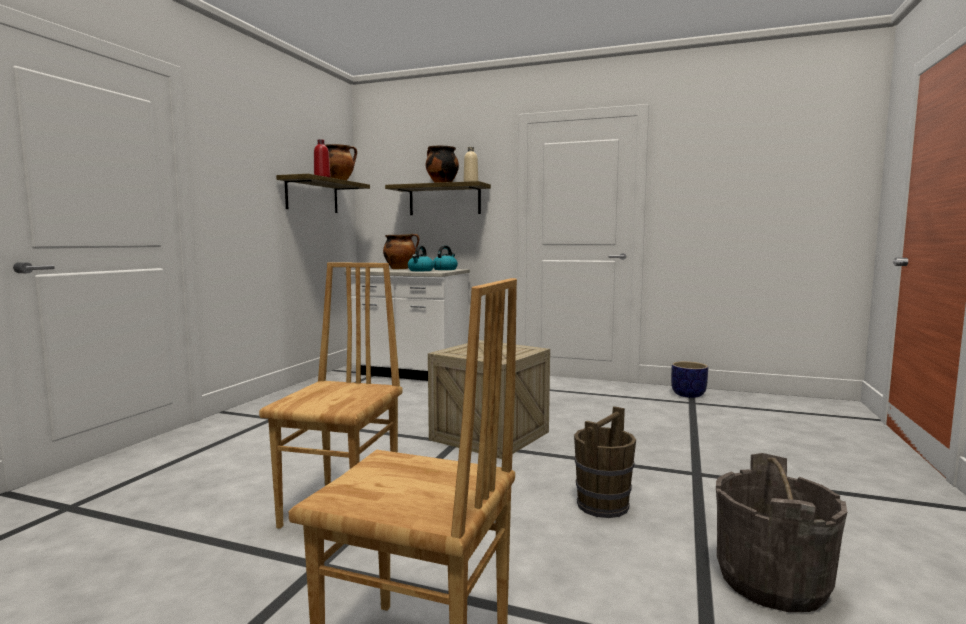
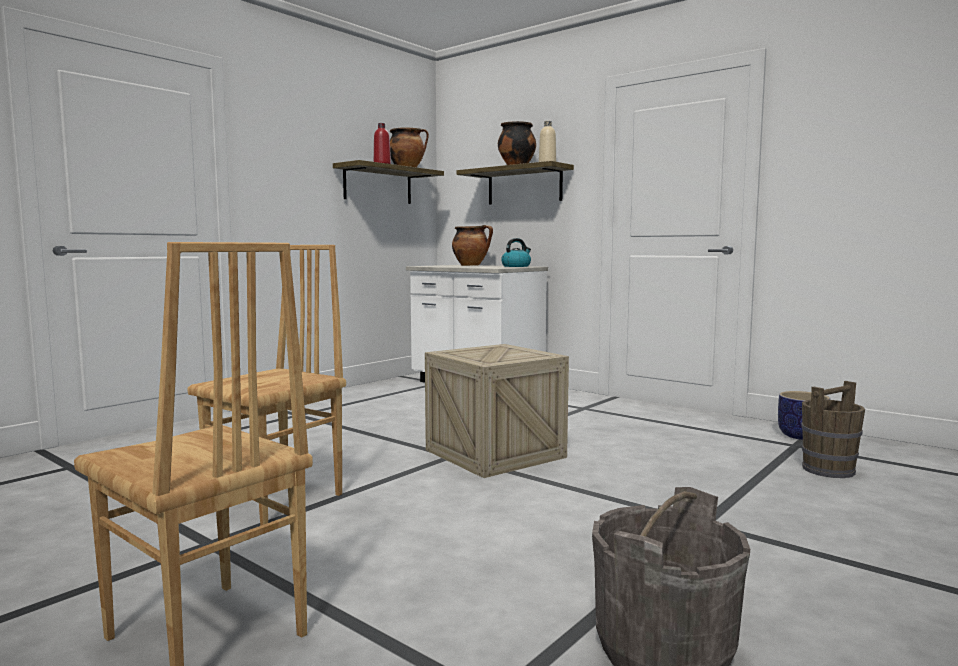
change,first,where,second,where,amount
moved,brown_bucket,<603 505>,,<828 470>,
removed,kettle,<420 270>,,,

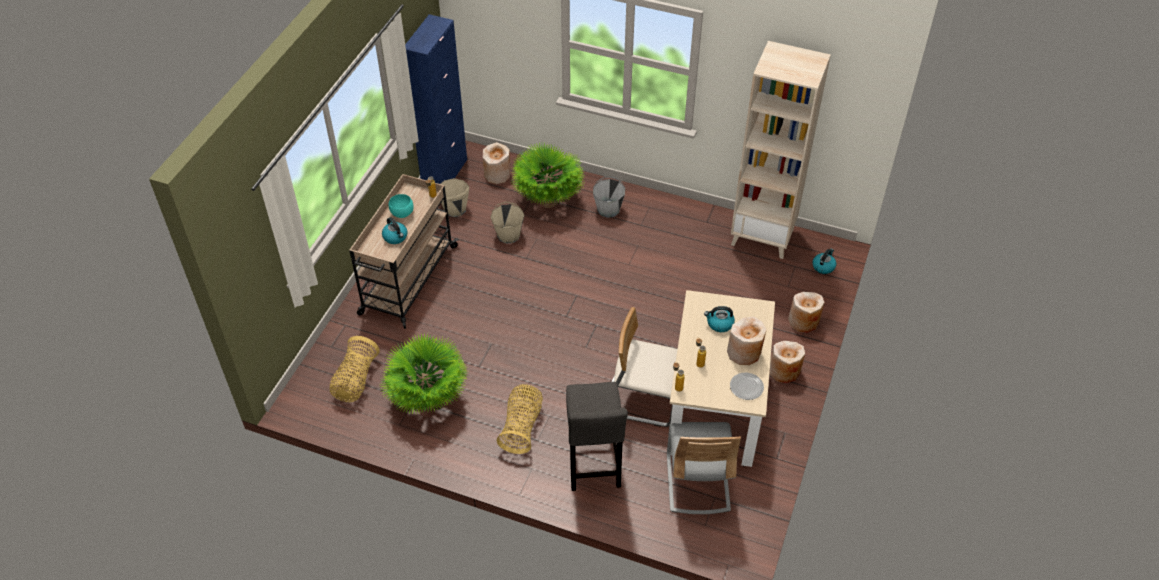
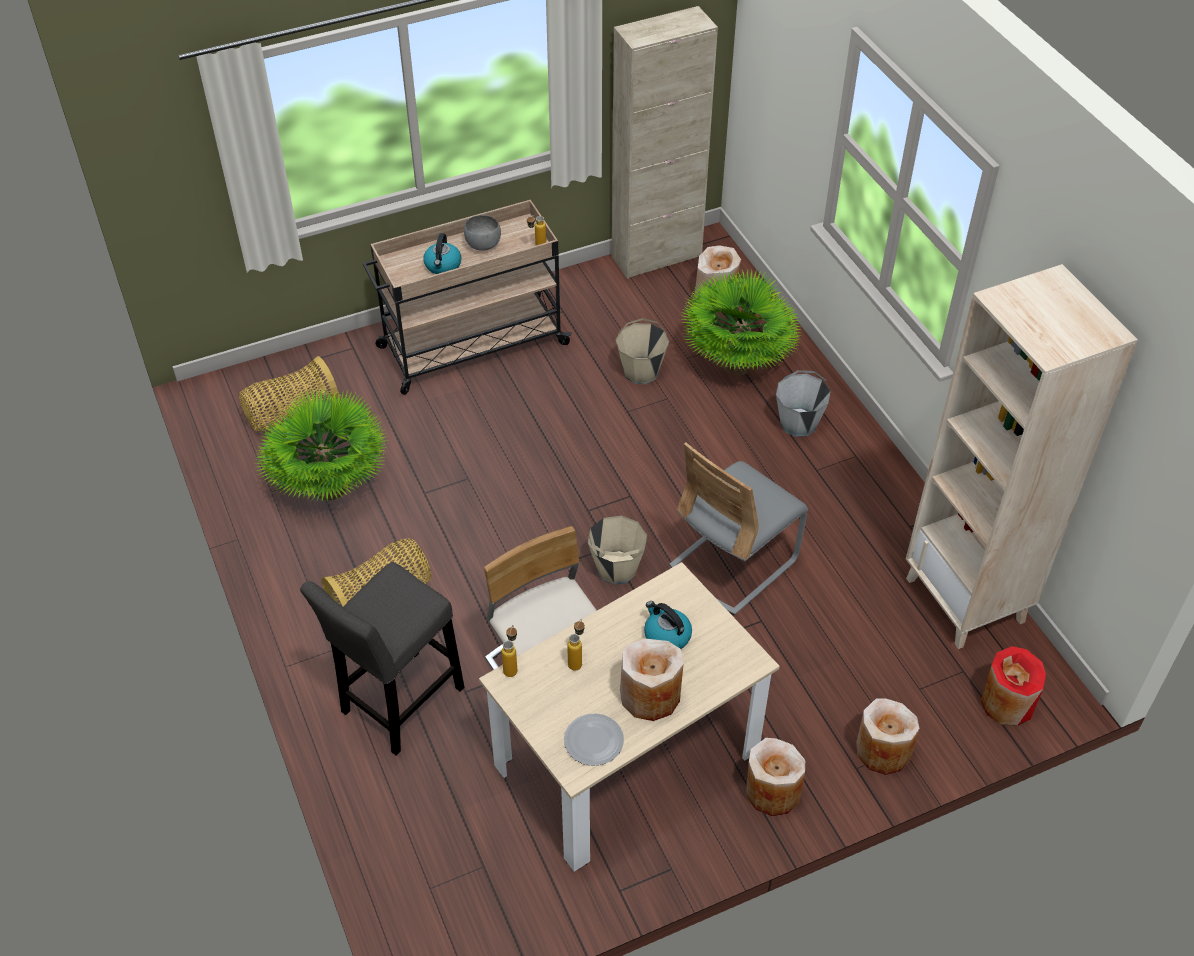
change,first,where,second,where,amount
recoloured,turquoise_bowl,<401 213>,grey_bowl,<482 245>,
moved,beige_bucket,<455 209>,,<616 569>,
recoloured,blue_cabinet,<445 174>,beige_cabinet,<656 256>,
moved,grey_chair,<697 482>,,<733 563>,
replaced,kettle,<823 266>,red_vase,<1006 703>,

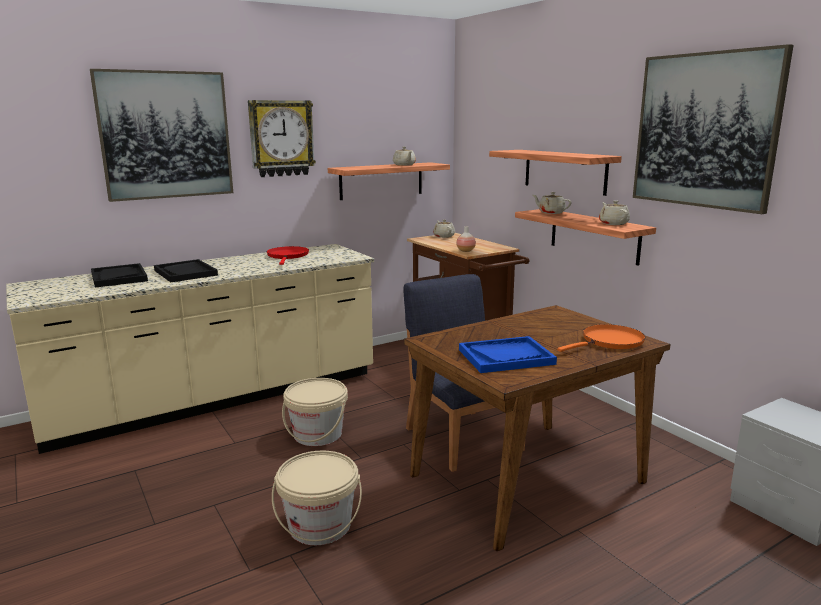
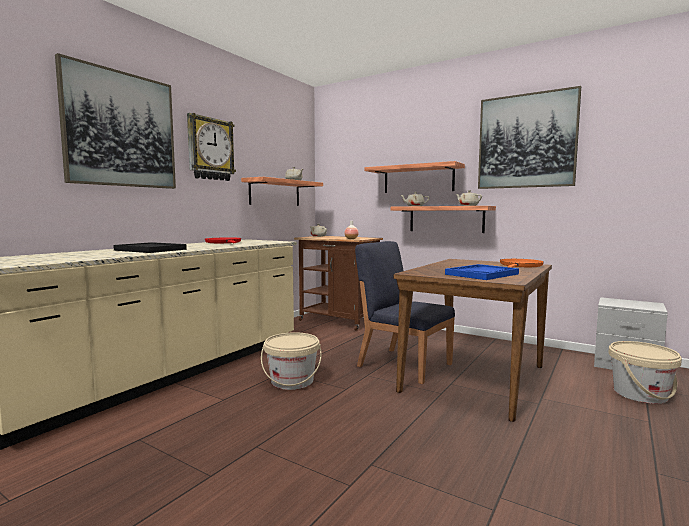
change,first,where,second,where,amount
moved,beige_bucket,<320 526>,,<640 394>,
removed,black_tray,<119 277>,,,

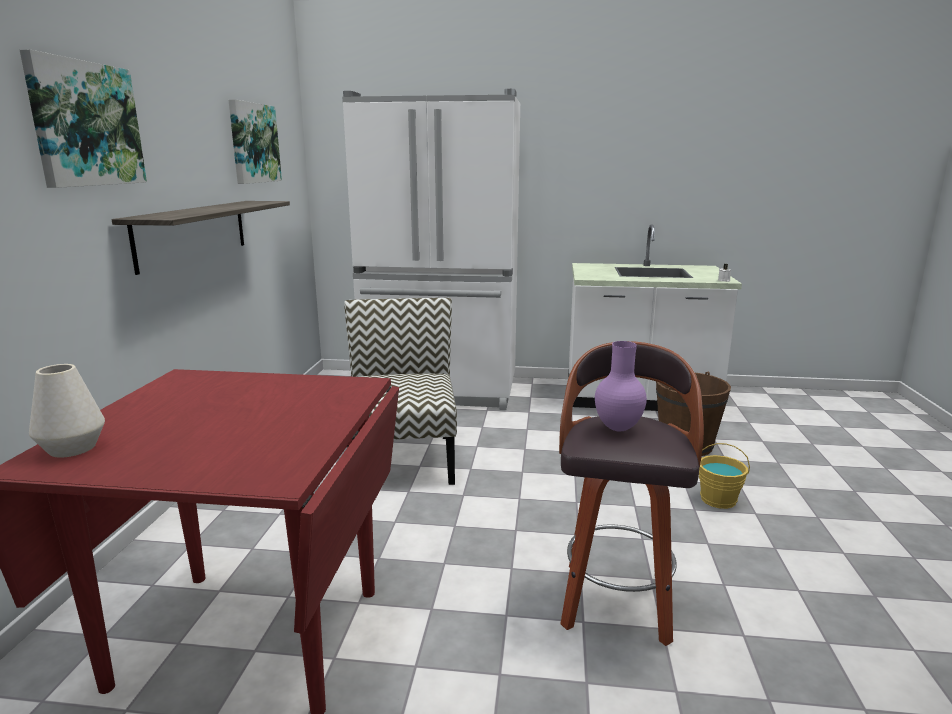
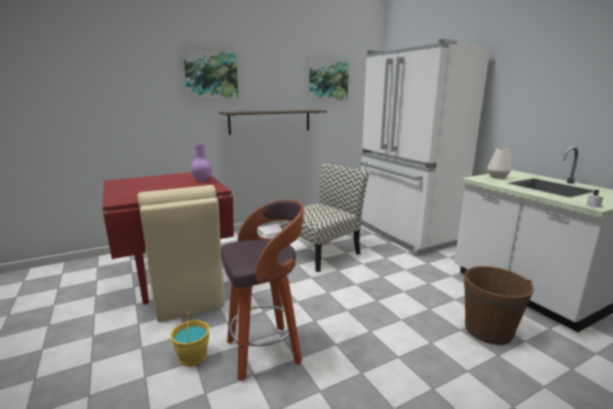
change,first,where,second,where,amount
added,,,beige_chair,<187 296>,
moved,yellow_bucket,<718 500>,,<192 357>,
moved,purple_vase,<616 428>,,<202 180>,
moved,white_vase,<73 448>,,<497 177>,

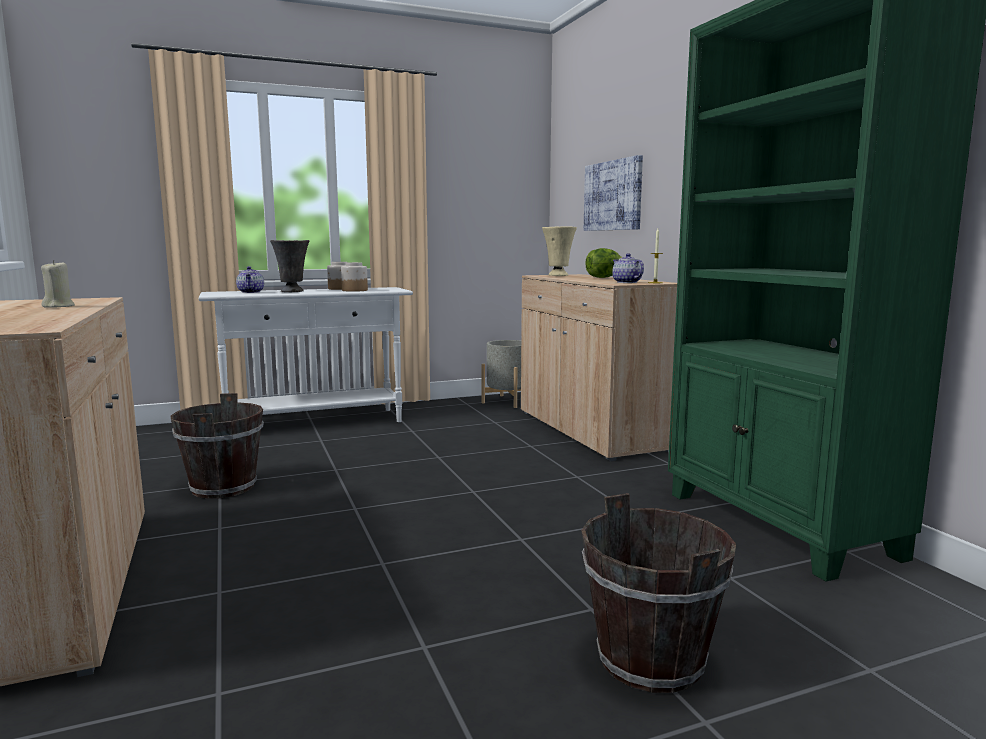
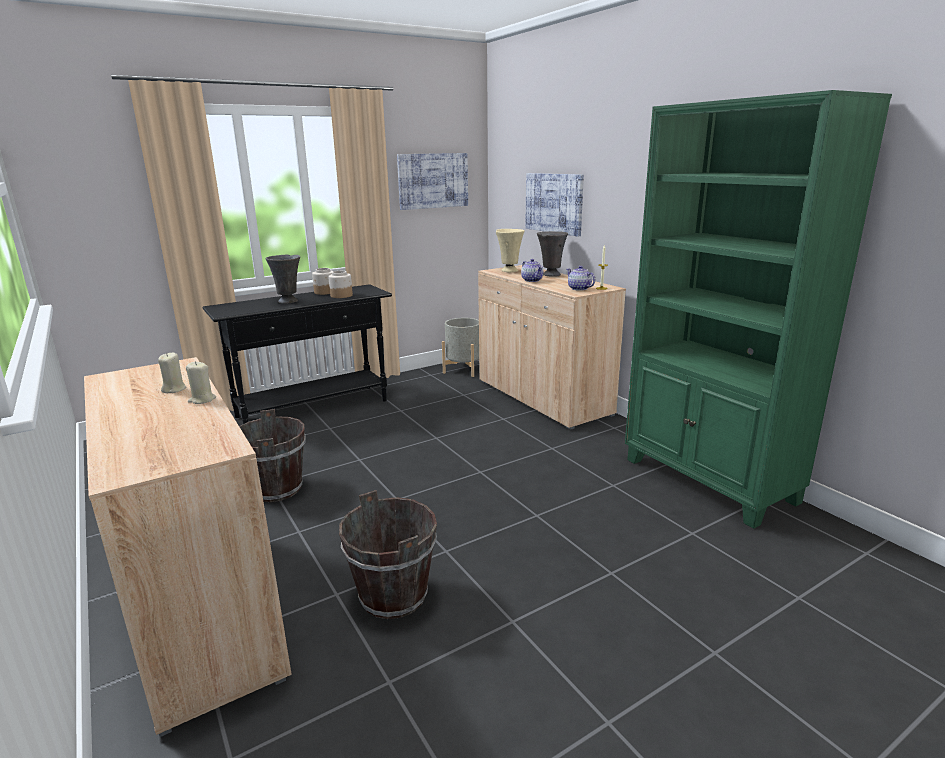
change,first,where,second,where,amount
added,,,beige_candle,<202 400>,
recoloured,white_console_table,<315 423>,black_console_table,<314 409>,
moved,brown_bucket,<651 660>,,<394 595>,
added,,,picture,<433 181>,
moved,teapot,<251 292>,,<532 280>,
replaced,lettuce,<604 277>,grey_vase,<550 275>,

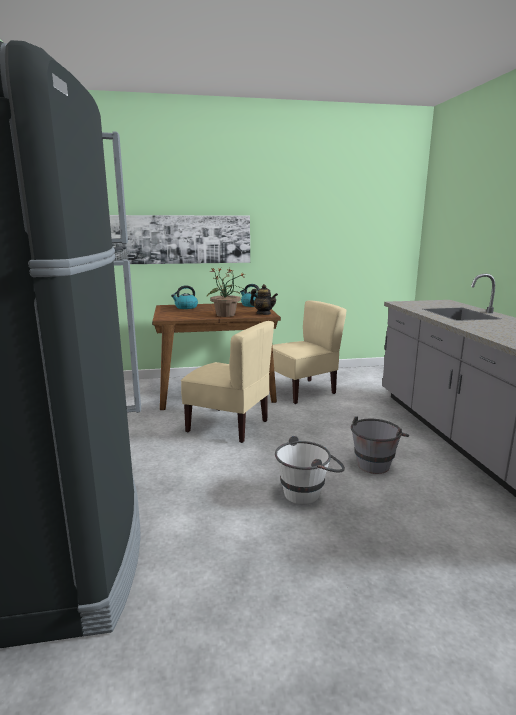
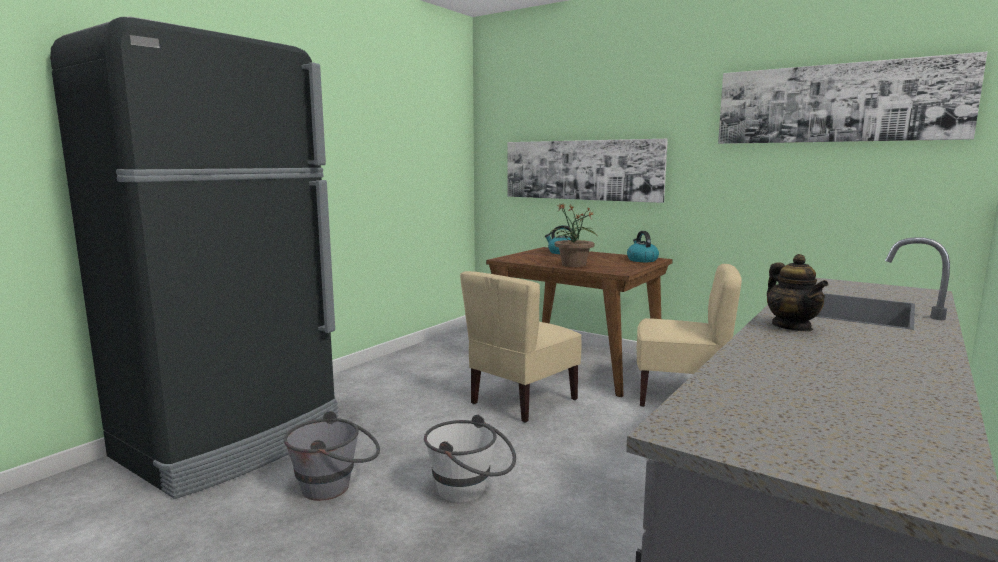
change,first,where,second,where,amount
moved,grey_bucket,<375 462>,,<336 486>,
turned,beige_chair,<228 426>,,<522 401>,60 degrees clockwise
added,,,picture,<837 103>,
moved,teapot,<263 314>,,<792 327>,

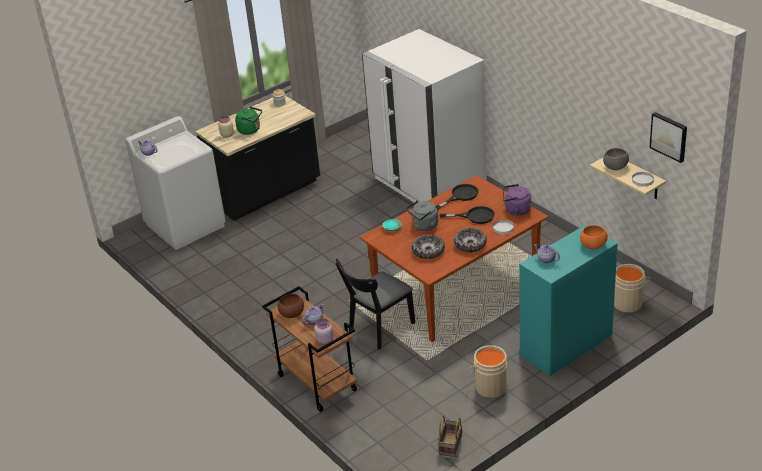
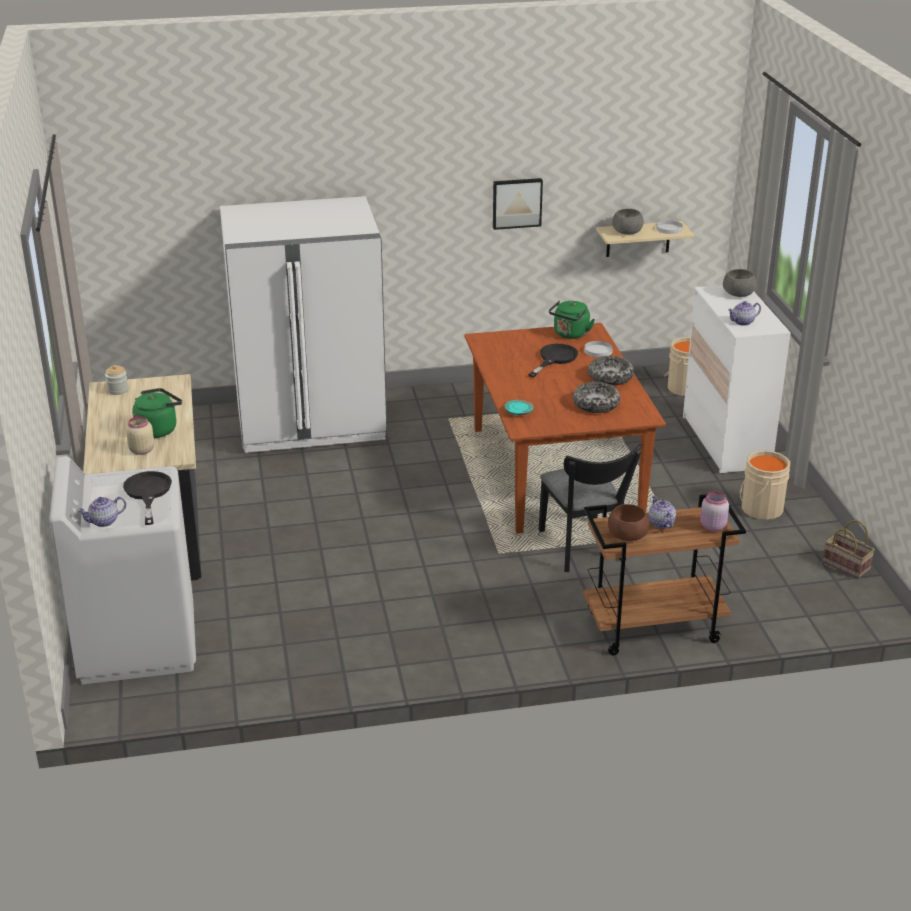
change,first,where,second,where,amount
moved,black_frying_pan,<460 196>,,<148 493>,
moved,picture,<669 136>,,<516 203>,
recoloured,purple_kettle,<516 210>,green_kettle,<570 334>,
recoloured,turquoise_dresser,<566 345>,white_dresser,<725 442>,
recoloured,orange_bowl,<593 244>,grey_bowl,<738 293>,
removed,grey_kettle,<423 226>,,,

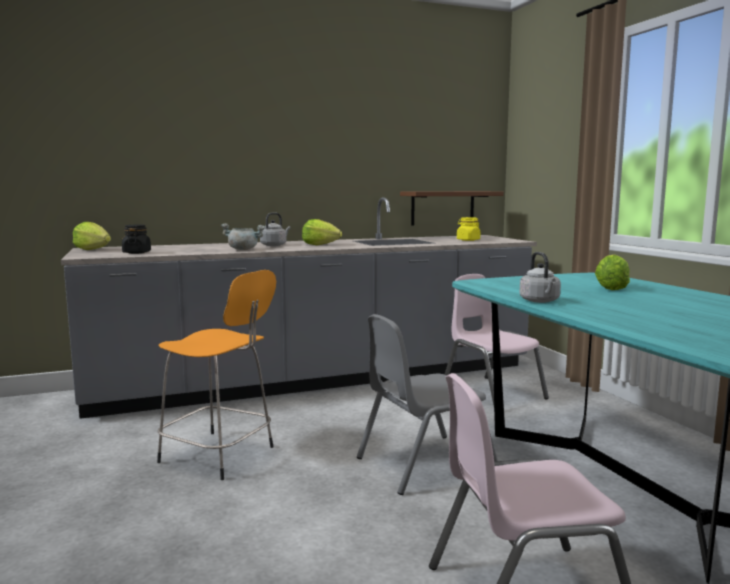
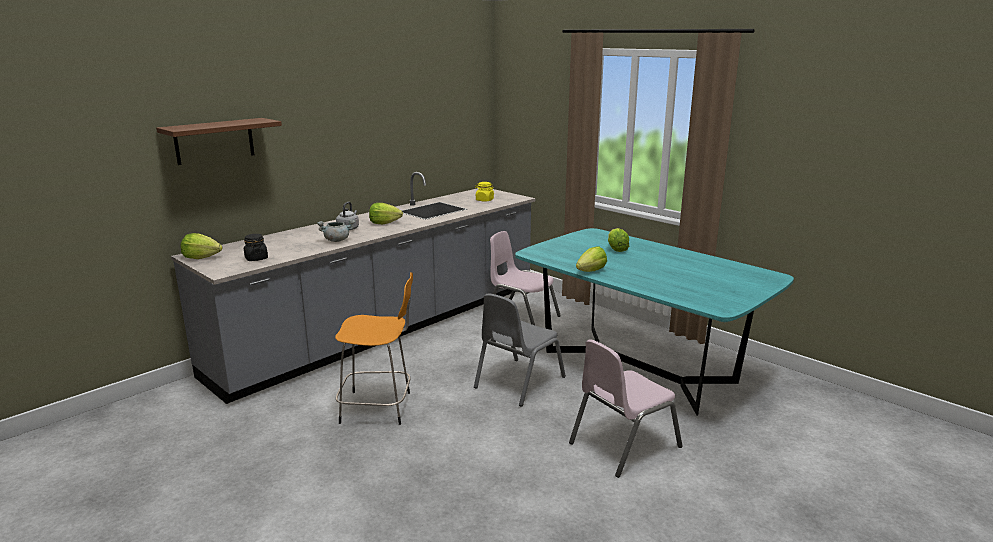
change,first,where,second,where,amount
moved,brown_shelf,<442 208>,,<214 141>,
replaced,grey_kettle,<540 301>,lettuce,<591 271>,

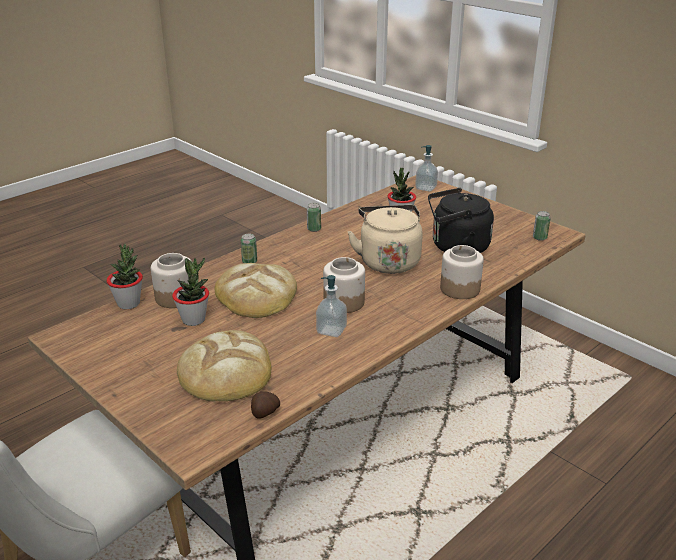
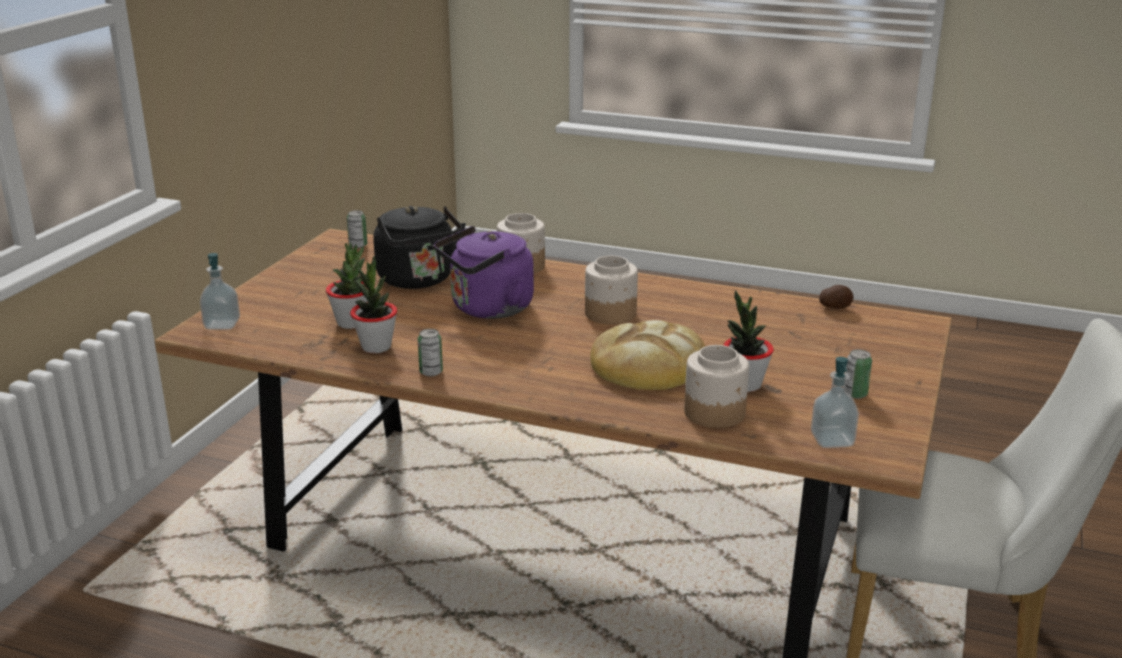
change,first,where,second,where,amount
moved,potted_plant,<129 303>,,<376 347>,
recoloured,beige_kettle,<388 261>,purple_kettle,<487 309>,
moved,soap_dispenser,<331 330>,,<832 440>,
moved,can,<249 262>,,<855 394>,
removed,bread,<226 371>,,,

